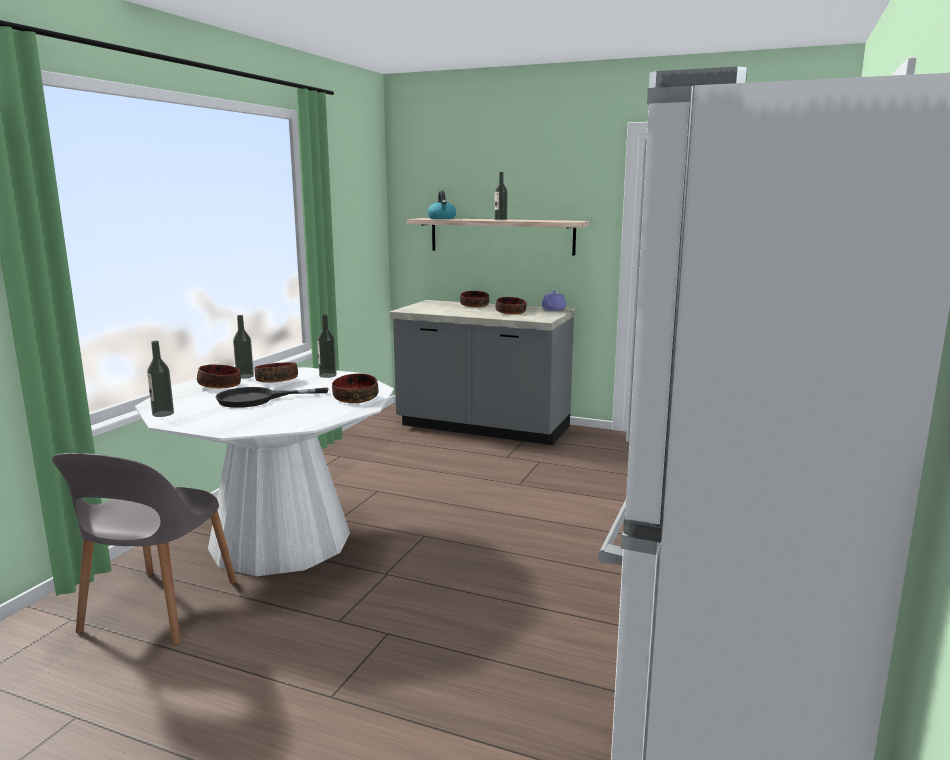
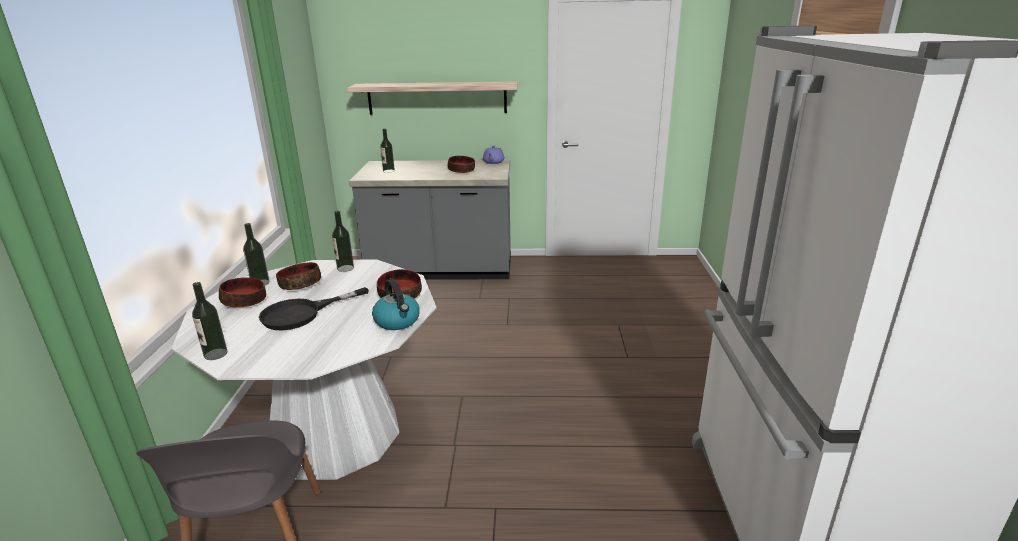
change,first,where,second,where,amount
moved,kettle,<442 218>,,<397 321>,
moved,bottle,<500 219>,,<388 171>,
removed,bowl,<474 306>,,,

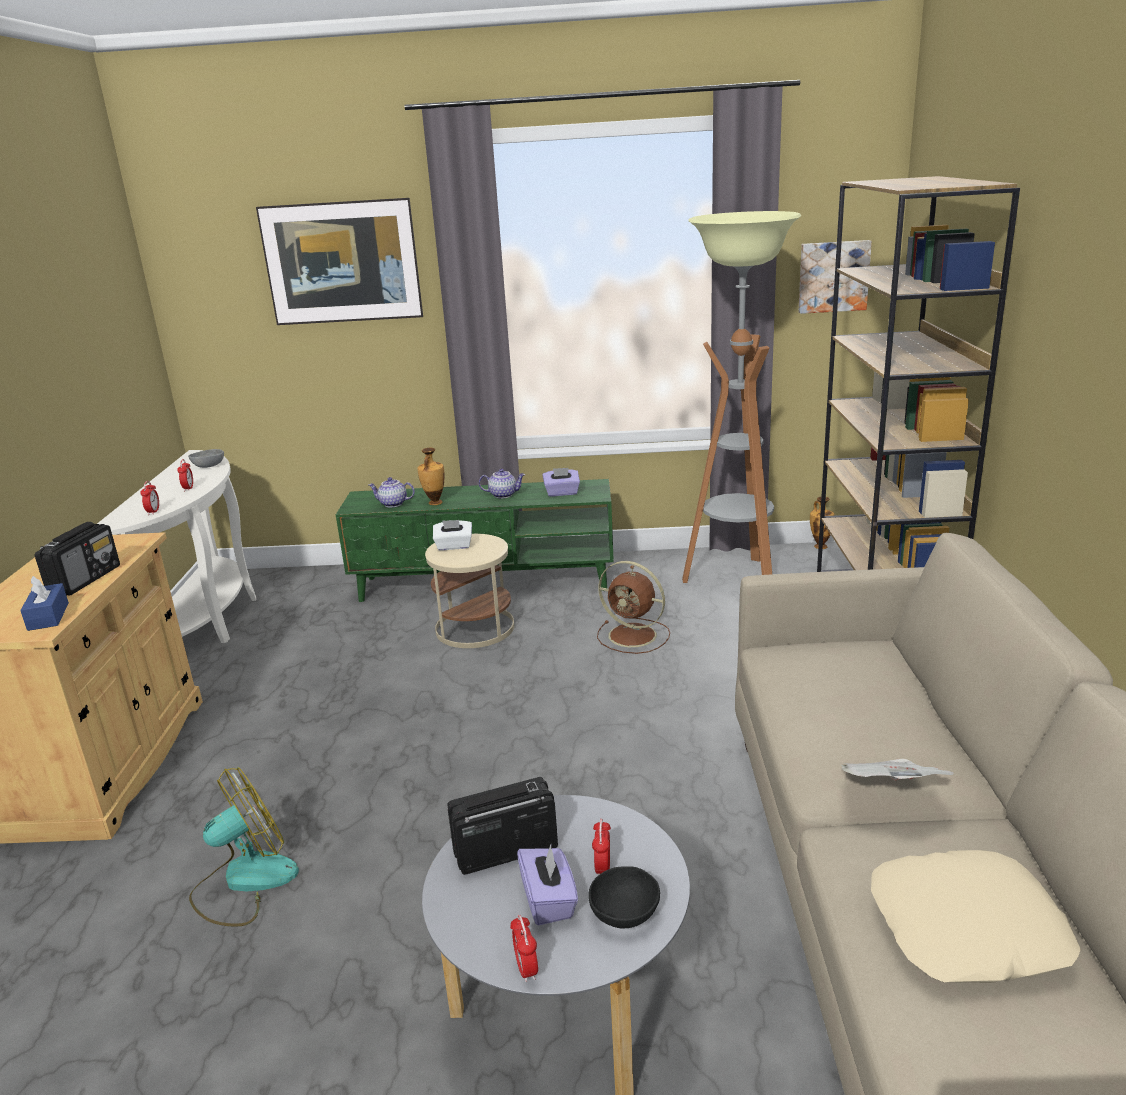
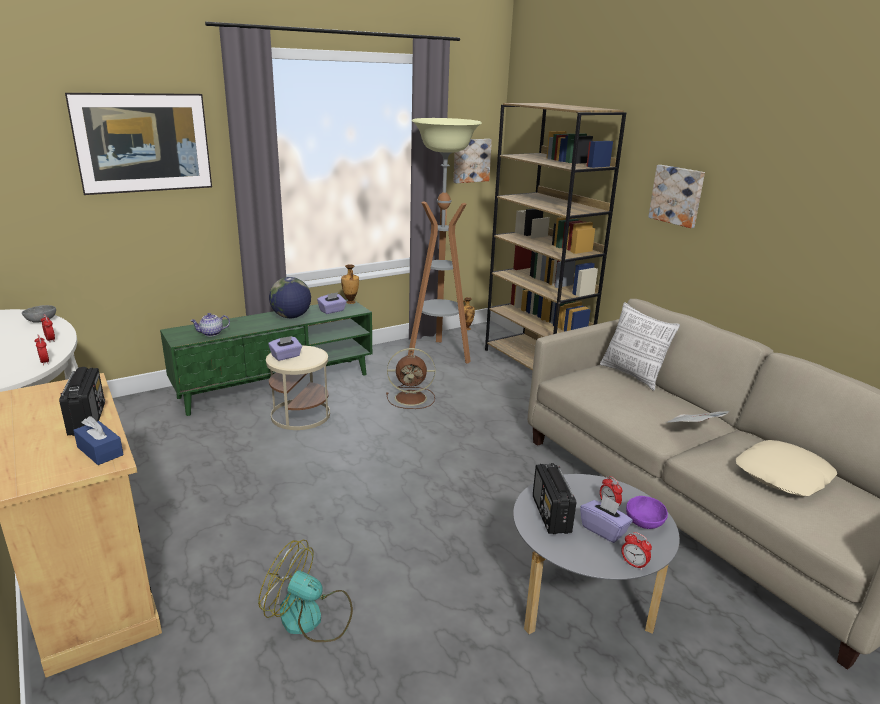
change,first,where,second,where,amount
turned,fan,<244 882>,,<310 618>,90 degrees counterclockwise
recoloured,white_tissue_box,<454 546>,purple_tissue_box,<286 356>,
replaced,teapot,<503 495>,globe,<291 317>,
moved,vase,<434 503>,,<350 302>,
turned,radio,<504 850>,,<551 515>,45 degrees counterclockwise
added,,,pillow,<632 375>,
recoloured,black_bowl,<625 915>,purple_bowl,<645 522>,
added,,,picture,<677 195>,

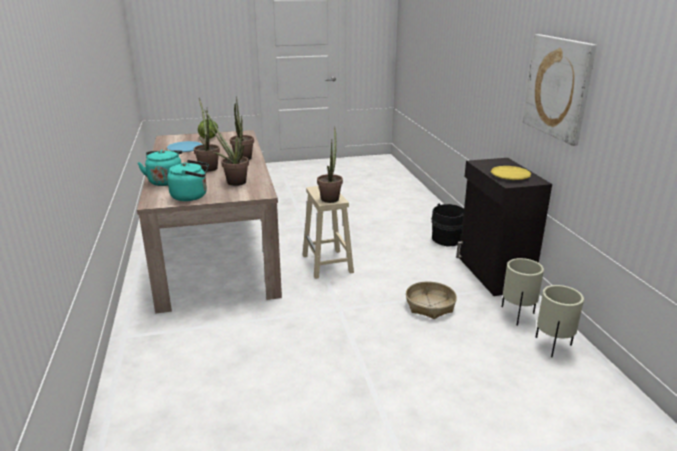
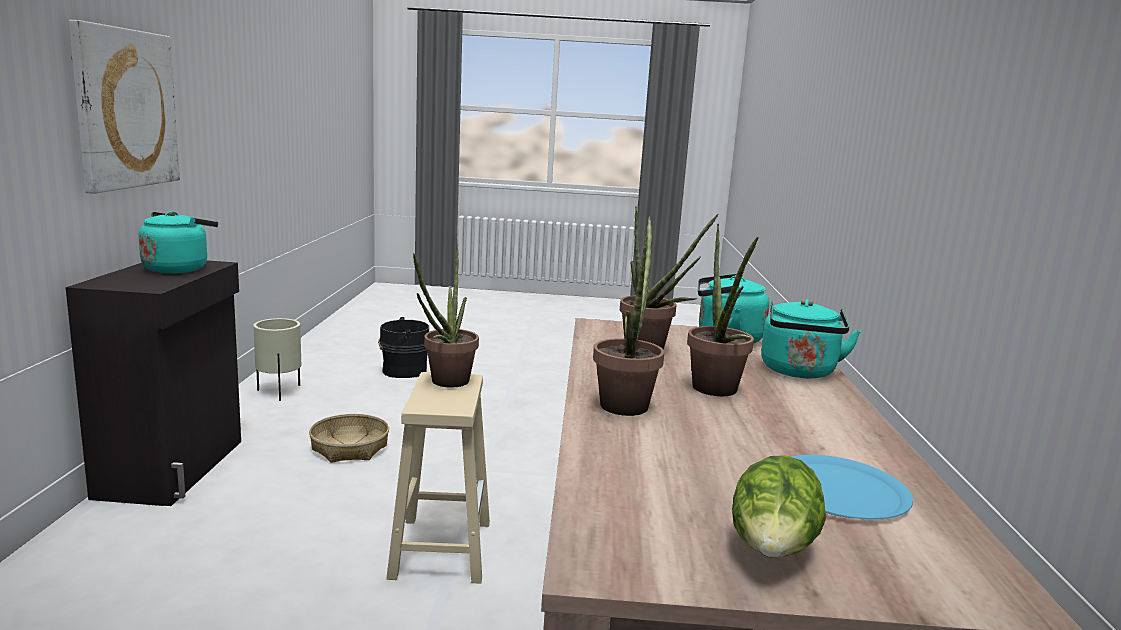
change,first,where,second,where,amount
replaced,yellow_plate,<510 176>,turquoise_kettle,<178 269>,
moved,black_bucket,<448 239>,,<402 371>,
removed,beige_planter,<517 315>,,,

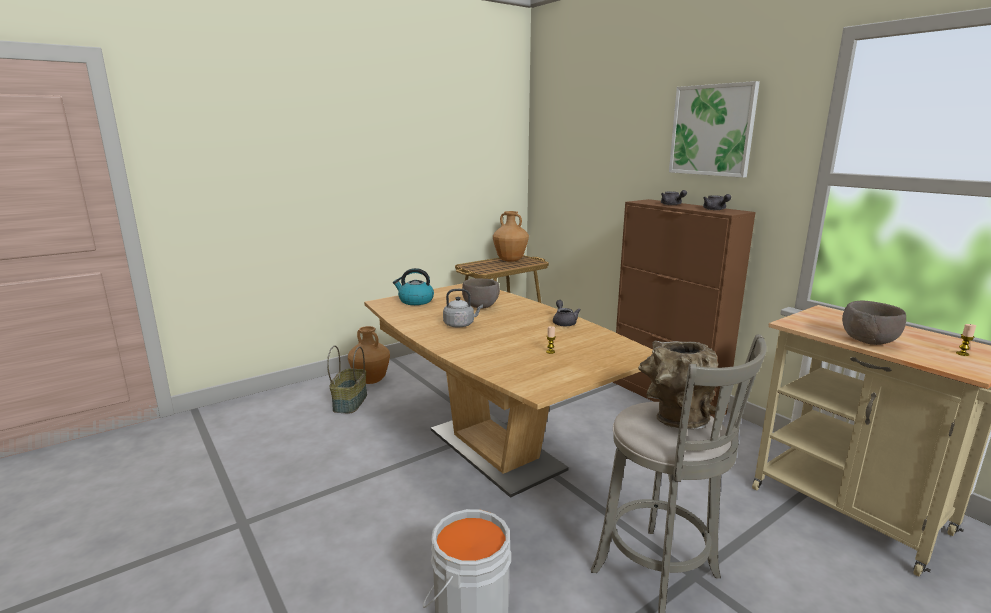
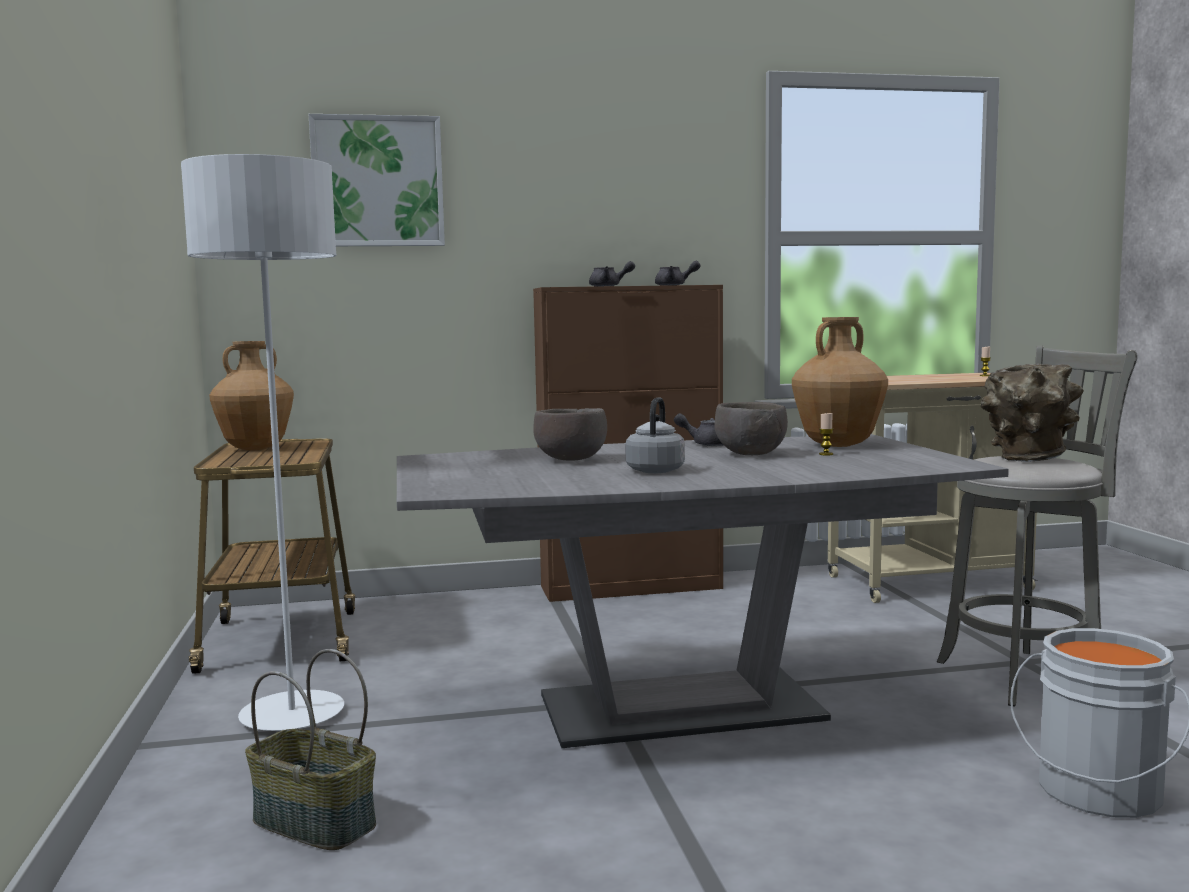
change,first,where,second,where,amount
added,,,white_floor_lamp,<292 715>,
moved,picture,<712 130>,,<378 181>,
recoloured,brown_dining_table,<495 449>,grey_dining_table,<680 709>,
moved,brown_bowl,<867 341>,,<750 454>,
moved,brown_vase,<371 381>,,<838 445>,
removed,kettle,<415 301>,,,

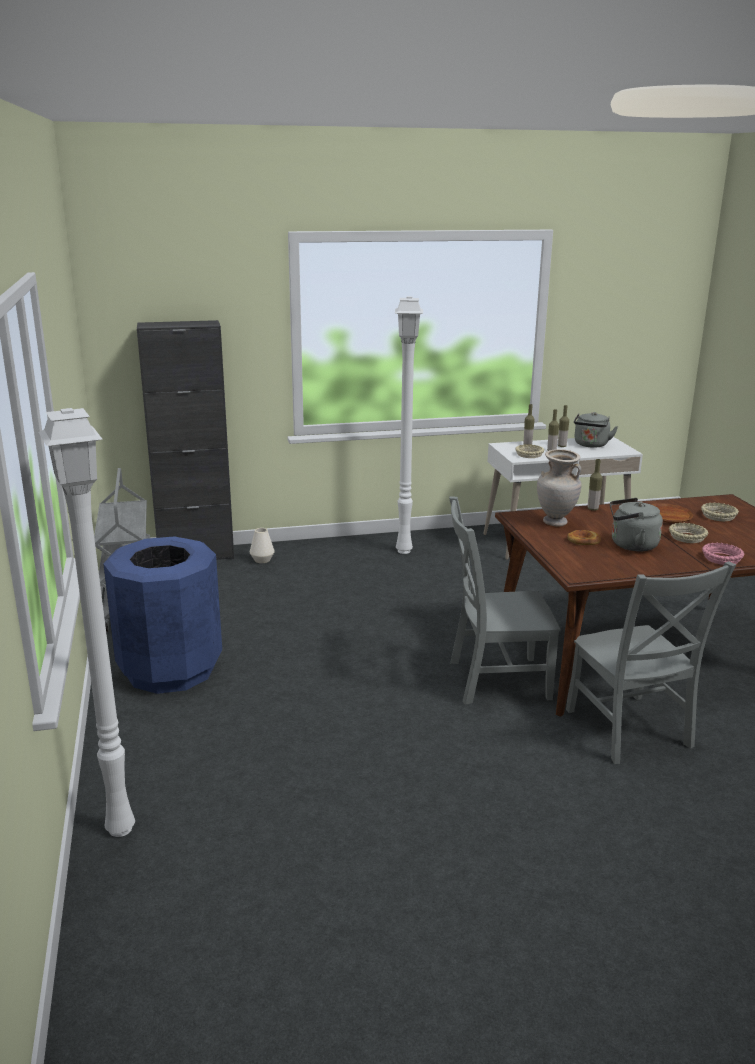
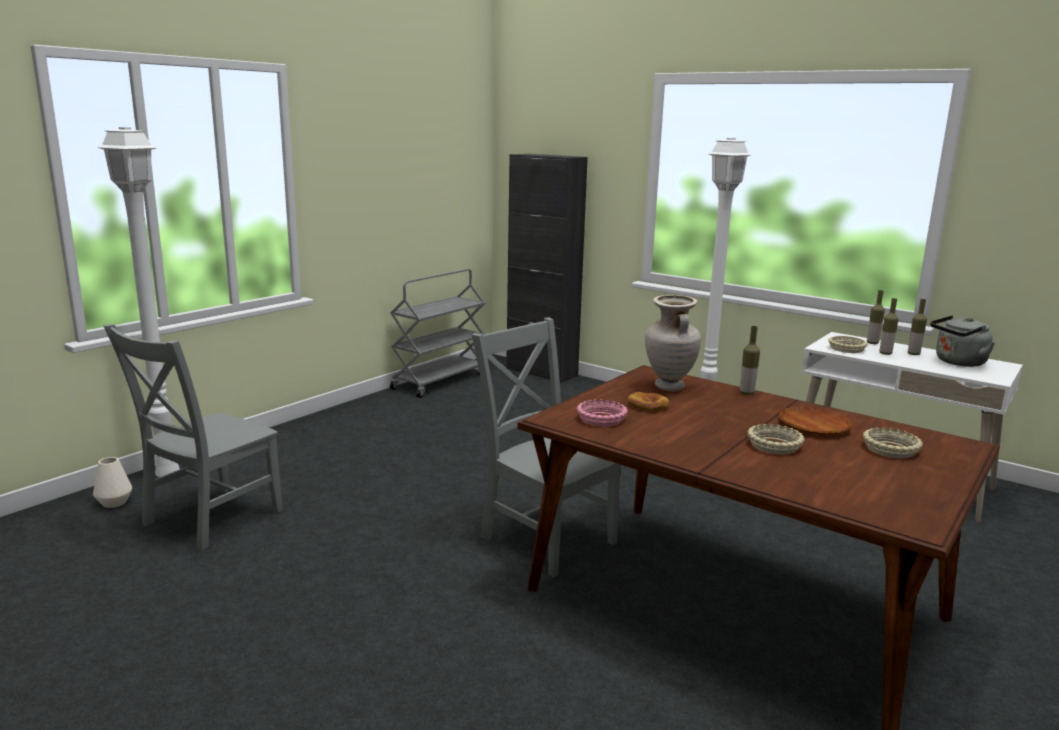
change,first,where,second,where,amount
moved,white_vase,<262 560>,,<114 502>,
moved,grey_chair,<630 731>,,<208 519>,
moved,pink_bowl,<721 558>,,<601 418>,
removed,blue_trash_can,<171 669>,,,
removed,grey_kettle,<630 545>,,,

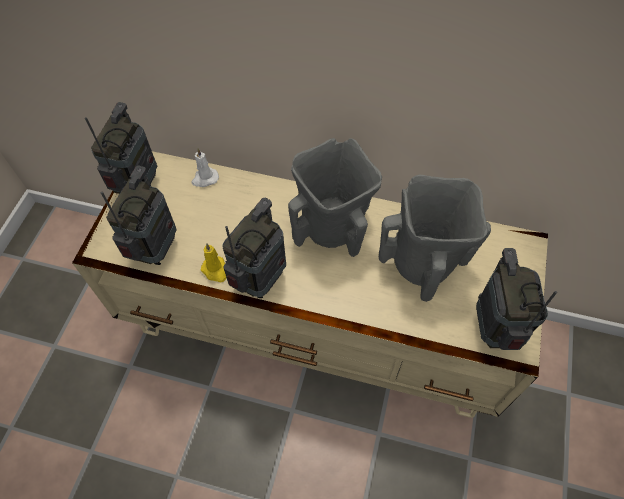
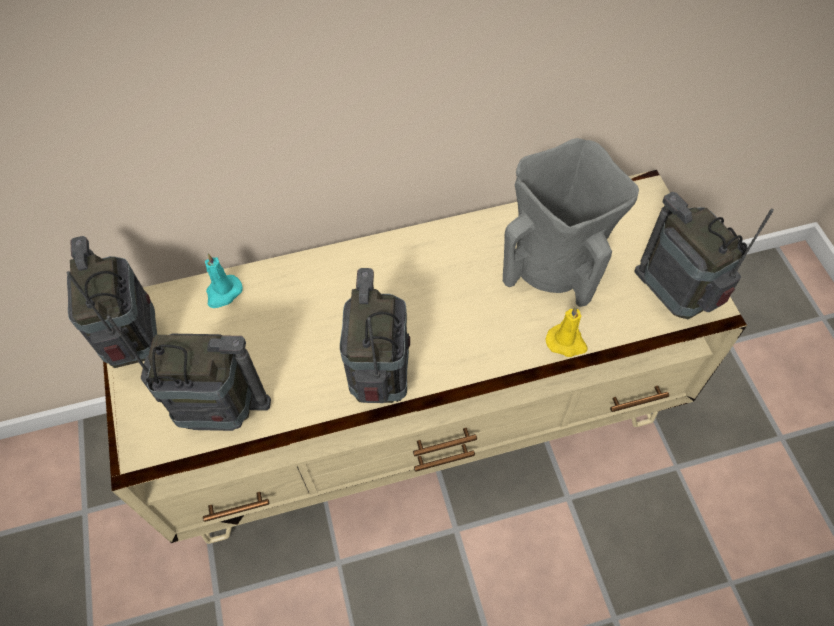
change,first,where,second,where,amount
turned,radio,<156 249>,,<219 413>,105 degrees clockwise
recoloured,white_candle,<205 179>,turquoise_candle,<223 293>,
moved,yellow_candle,<215 270>,,<566 342>,
removed,grey_vase,<332 229>,,,

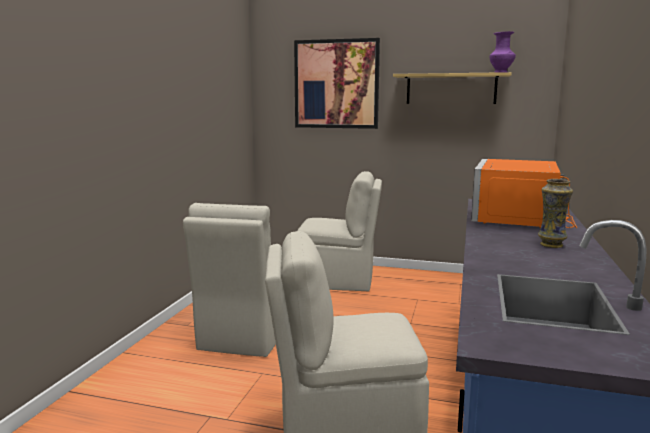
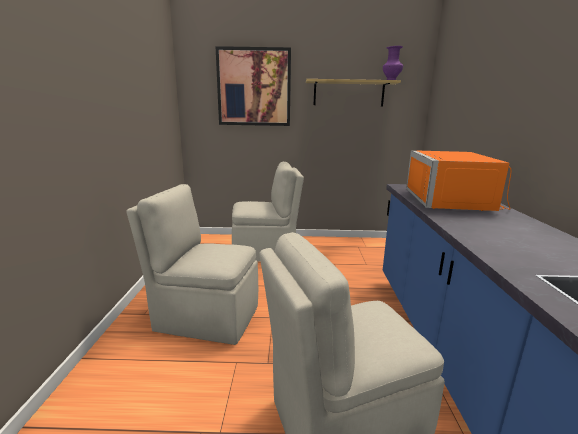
change,first,where,second,where,amount
turned,beige_chair,<246 334>,,<205 317>,105 degrees clockwise
removed,vase,<551 245>,,,

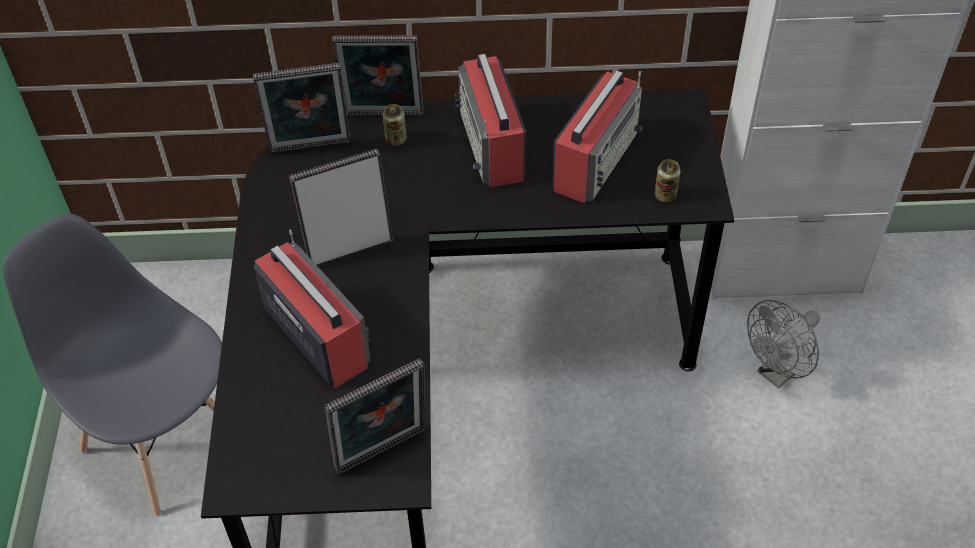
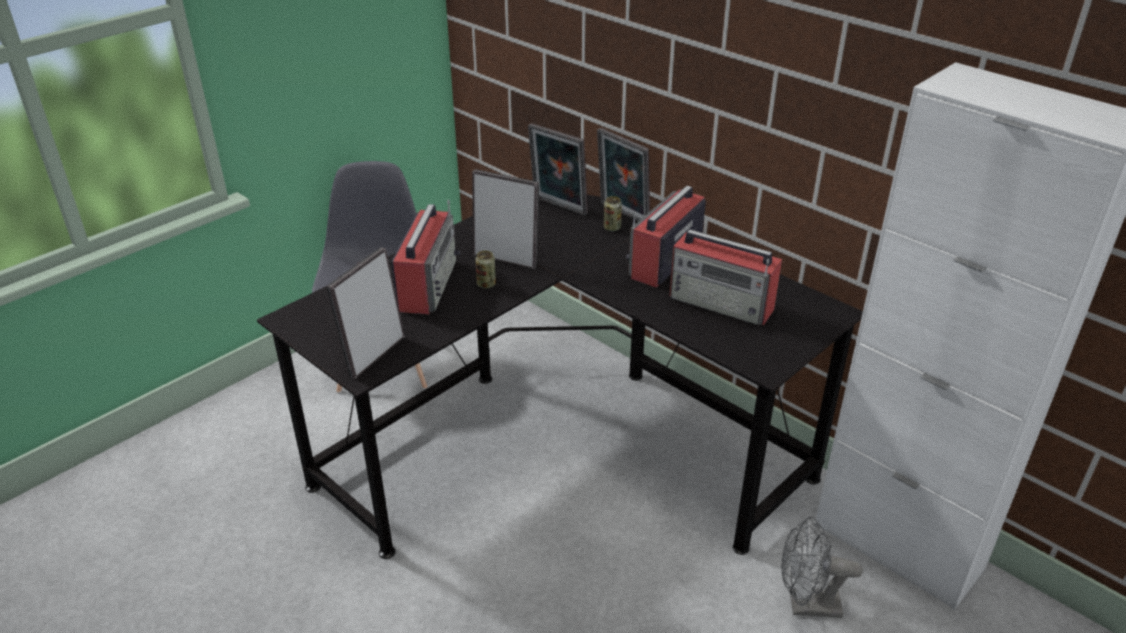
change,first,where,second,where,amount
turned,picture_frame,<383 454>,,<373 355>,105 degrees clockwise
moved,can,<665 195>,,<486 284>,
turned,radio,<596 160>,,<722 304>,45 degrees clockwise

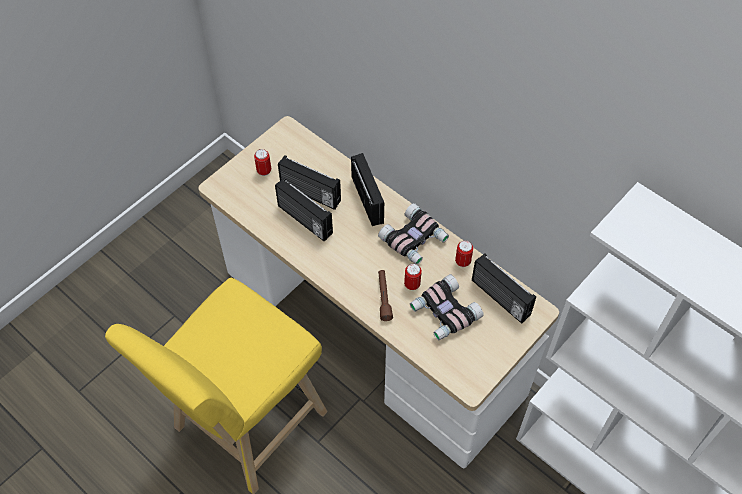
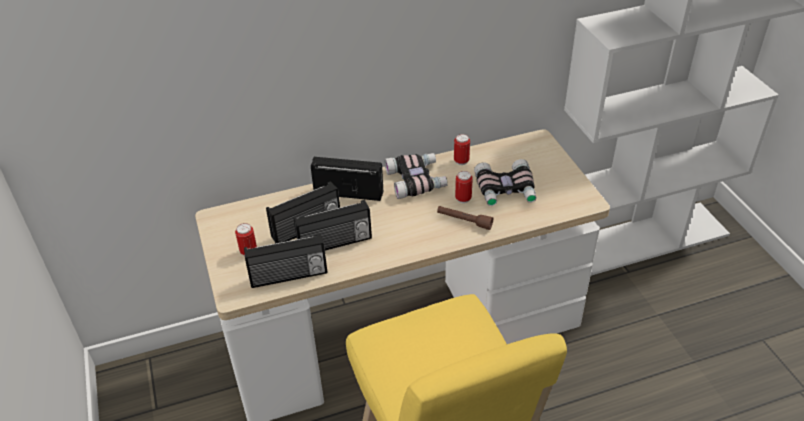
change,first,where,second,where,amount
moved,radio,<499 298>,,<289 276>,

